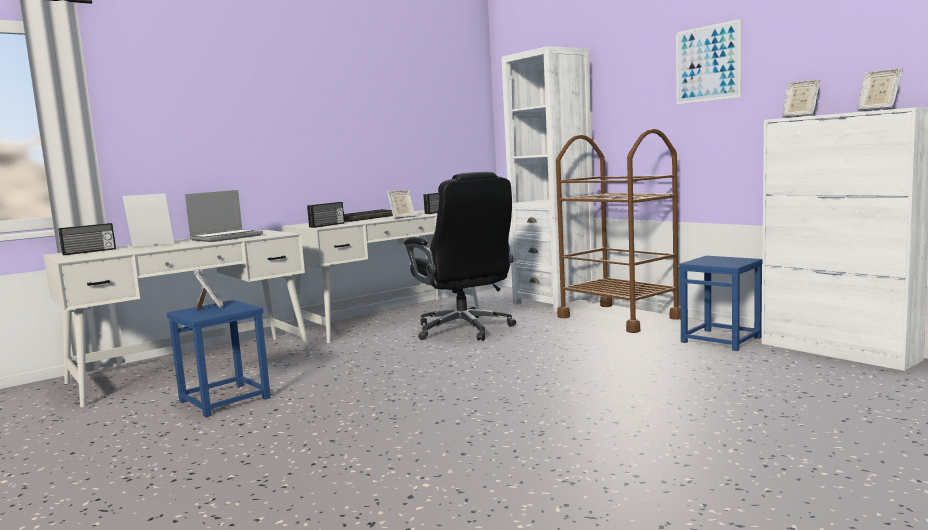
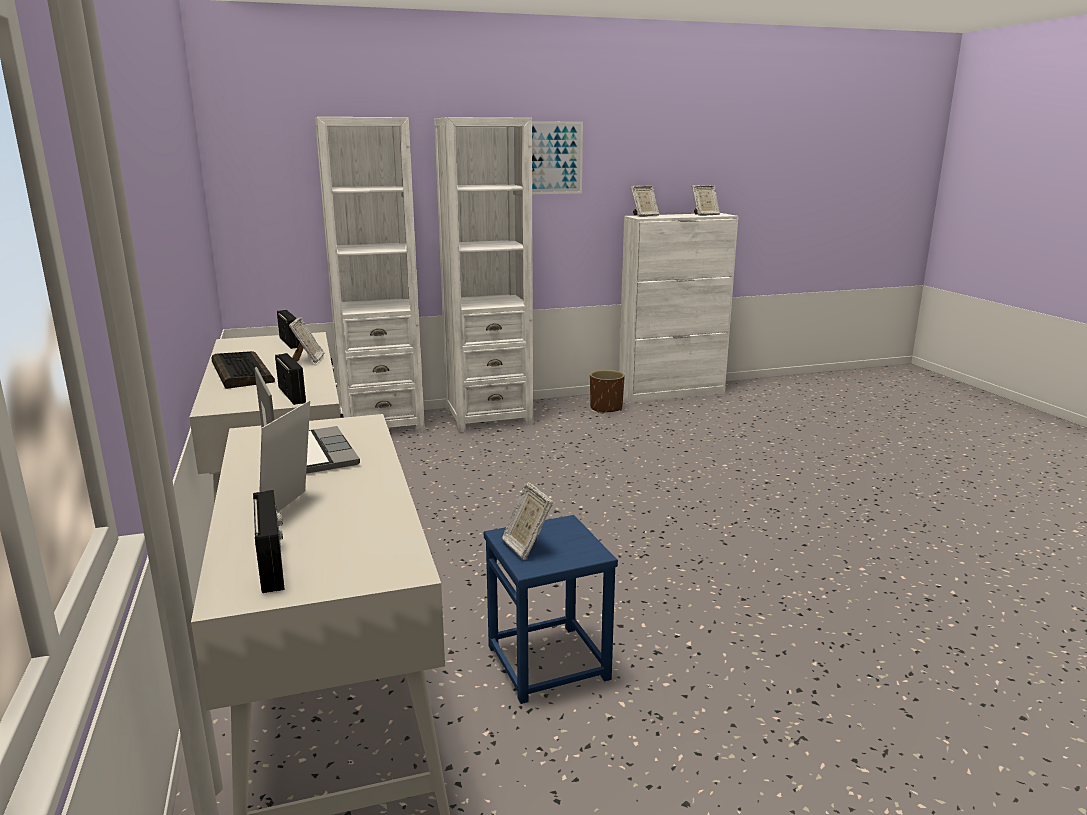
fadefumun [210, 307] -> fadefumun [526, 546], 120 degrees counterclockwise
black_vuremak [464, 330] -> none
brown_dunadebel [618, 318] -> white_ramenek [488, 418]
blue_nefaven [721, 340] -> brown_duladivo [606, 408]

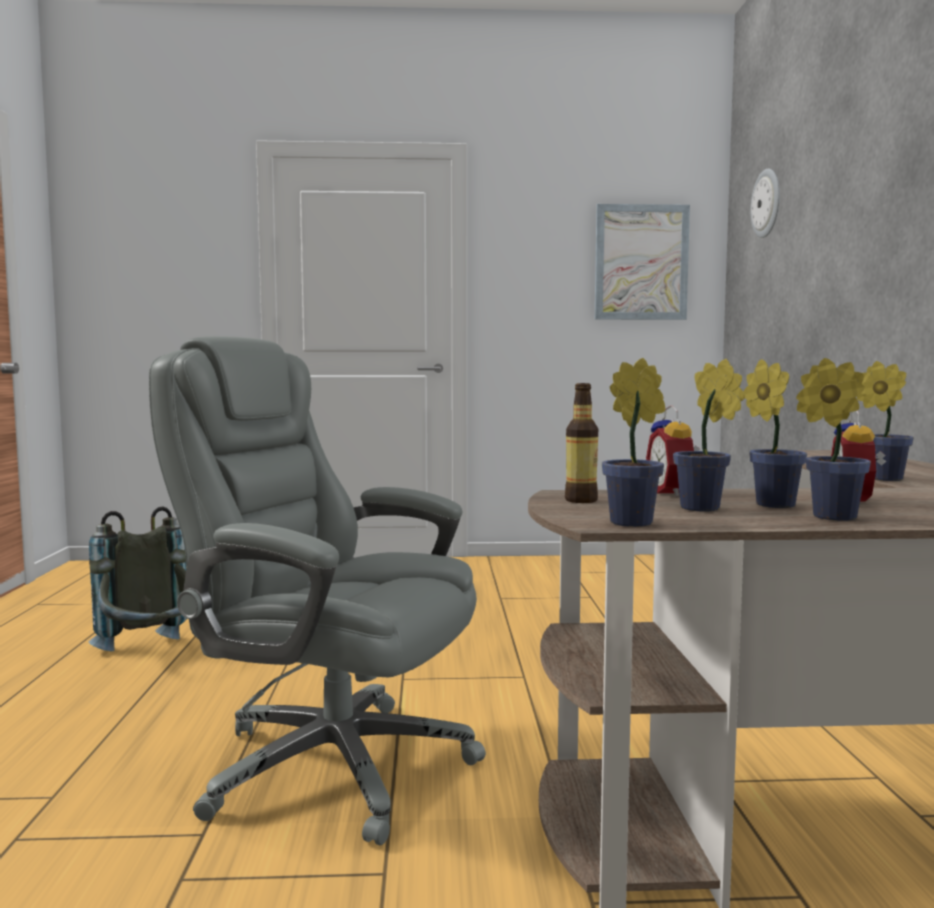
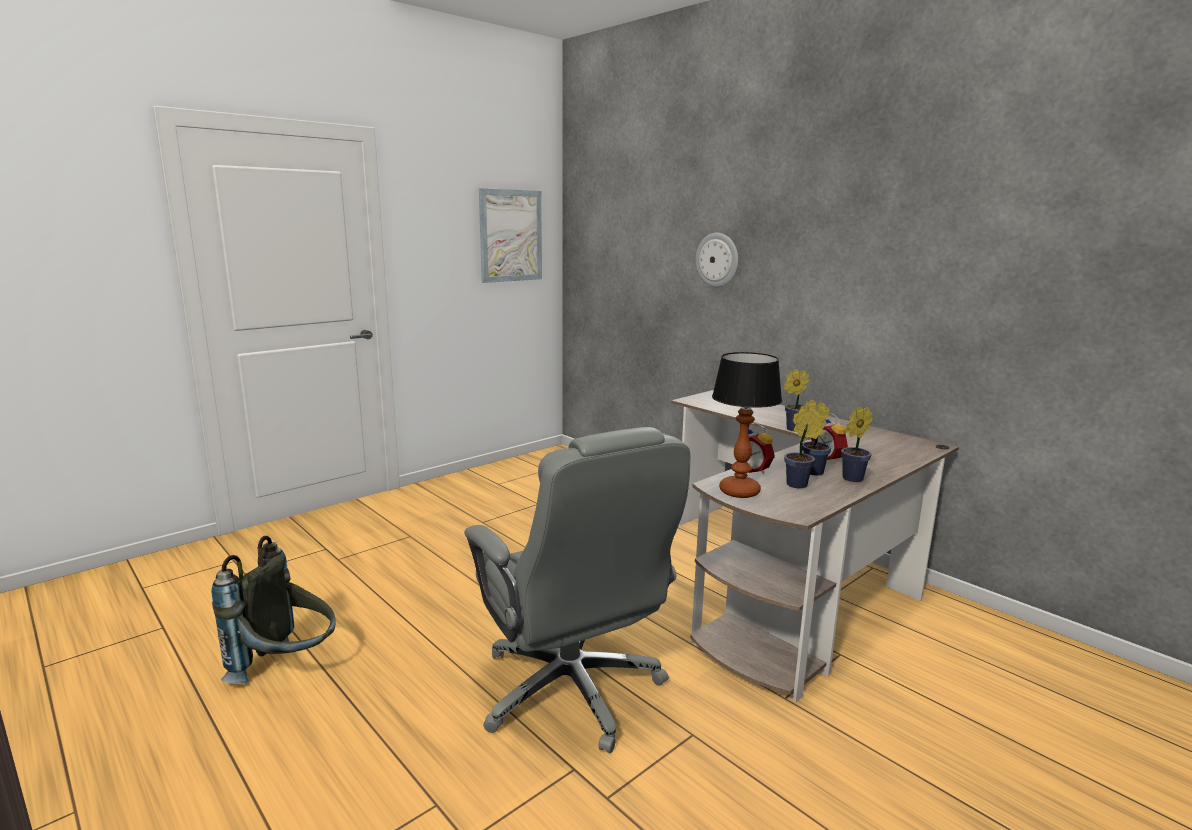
grey_vuremak [331, 765] -> grey_vuremak [572, 690], 105 degrees counterclockwise
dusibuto [581, 500] -> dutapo [738, 491]
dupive [636, 522] -> none
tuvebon [767, 203] -> tuvebon [717, 260], shifted

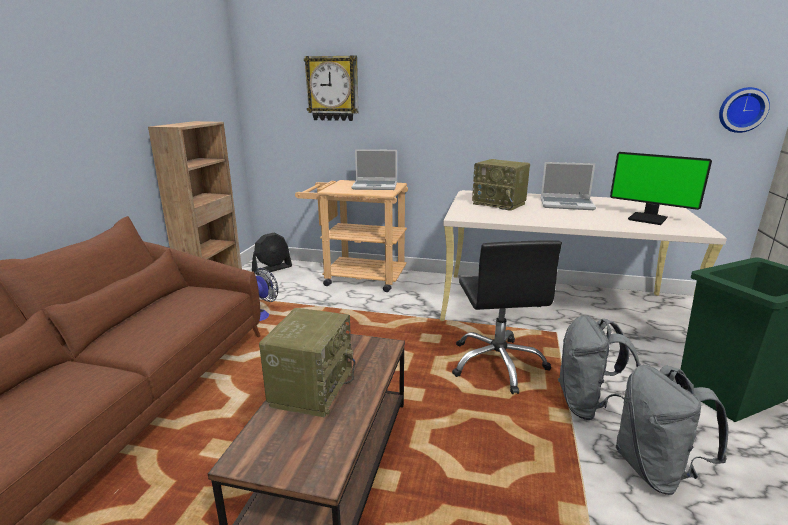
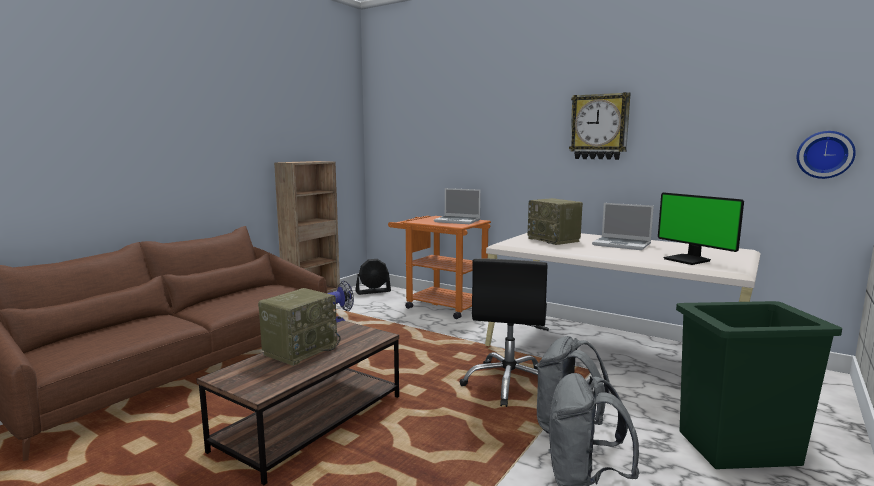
beige_dunadebel [357, 277] -> orange_dunadebel [439, 305]
tuvebon [332, 88] -> tuvebon [599, 127], shifted

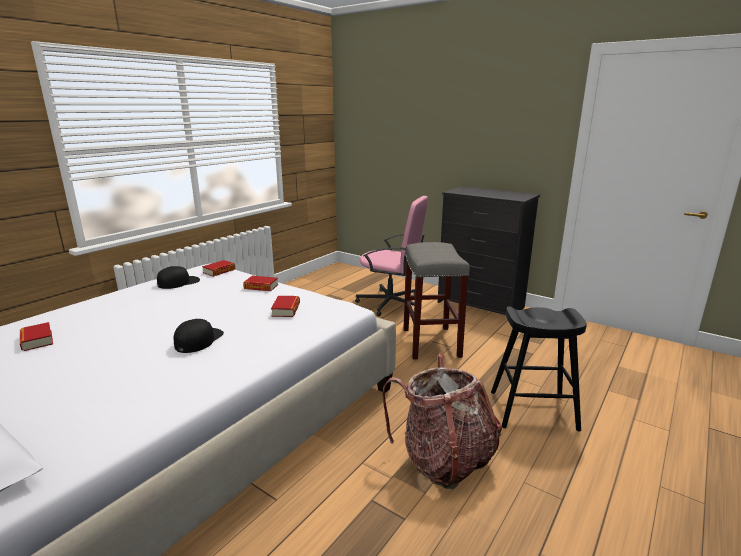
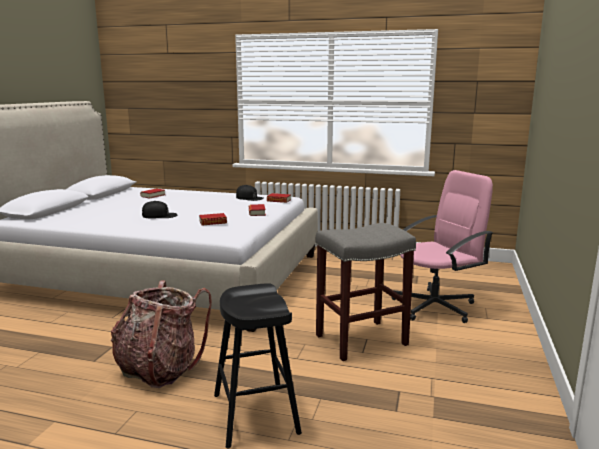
pink_vuremak [391, 303] -> pink_vuremak [435, 306], 120 degrees counterclockwise
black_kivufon [481, 305] -> none

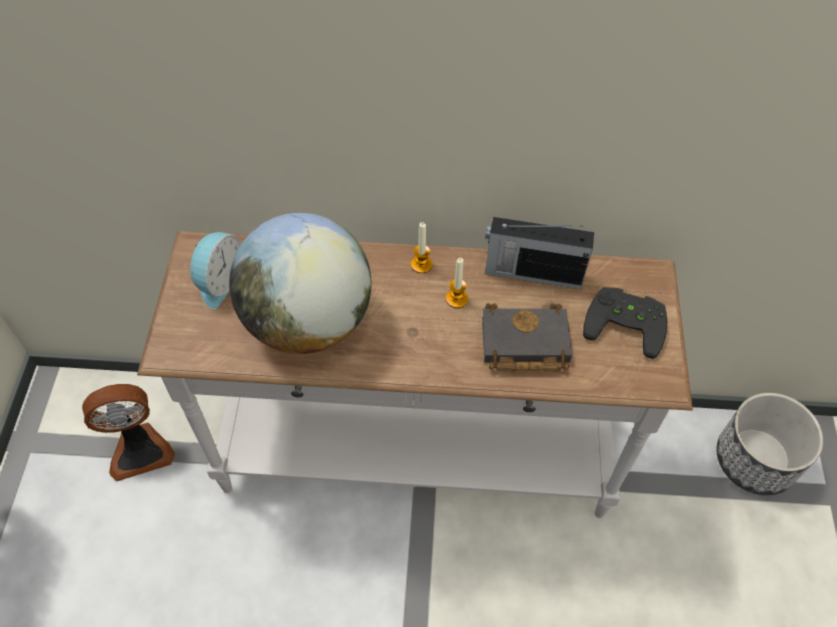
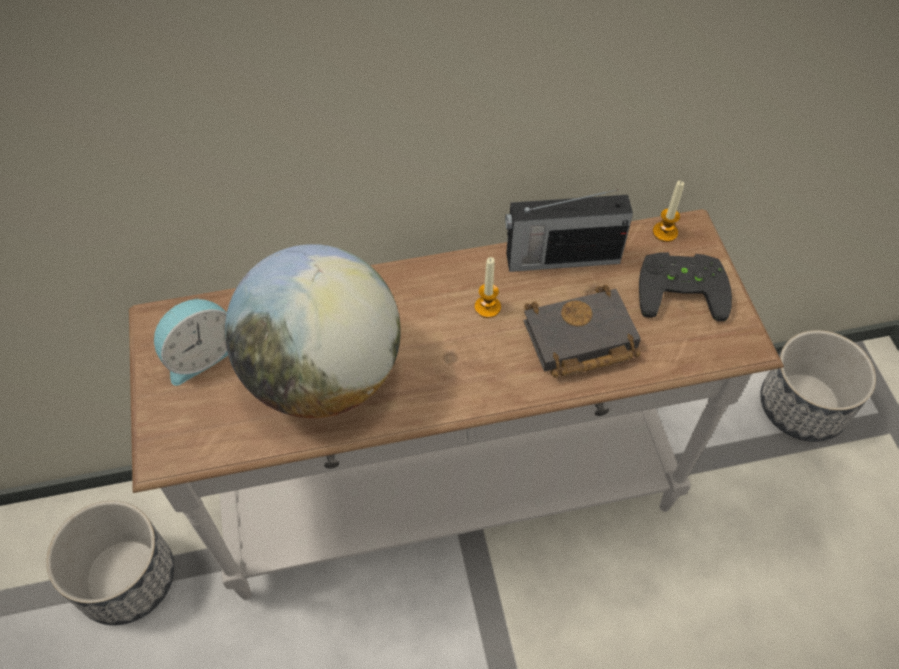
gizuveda [140, 449] -> duladivo [127, 577]
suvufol [219, 281] -> suvufol [200, 354], 45 degrees clockwise
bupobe [421, 264] -> bupobe [665, 232], shifted

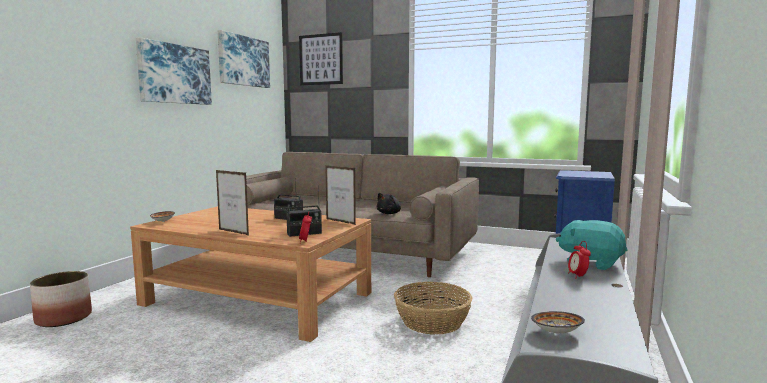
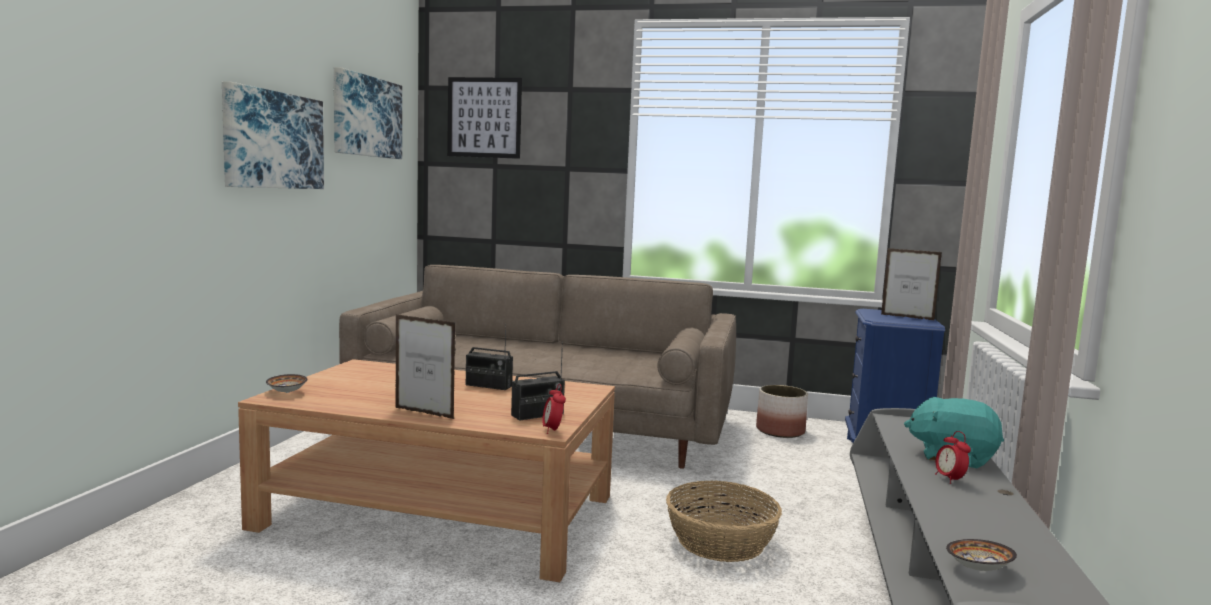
duladivo [64, 318] -> duladivo [780, 431], shifted
fadefumun [340, 222] -> fadefumun [907, 317], shifted
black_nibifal [389, 213] -> none

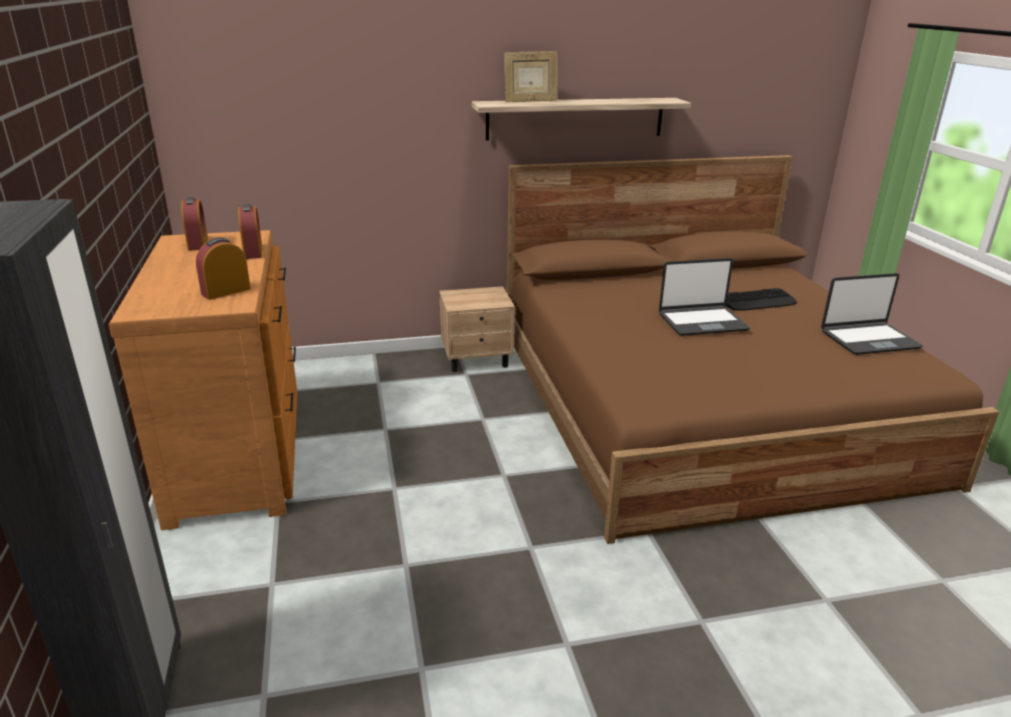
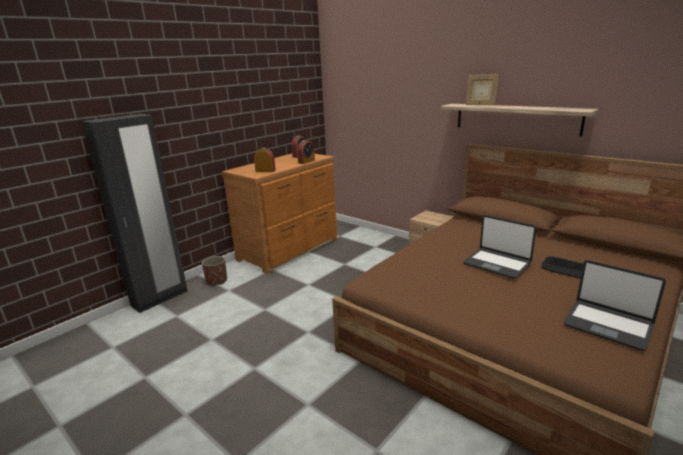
none -> brown_duladivo [217, 281]

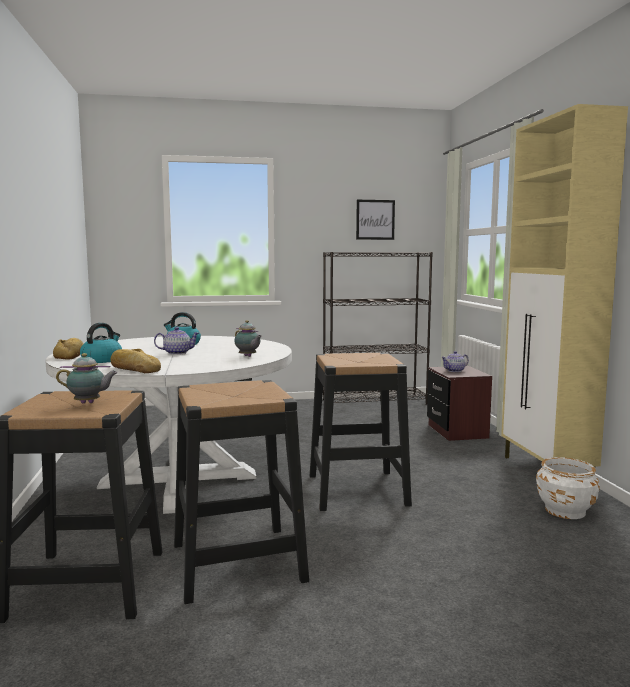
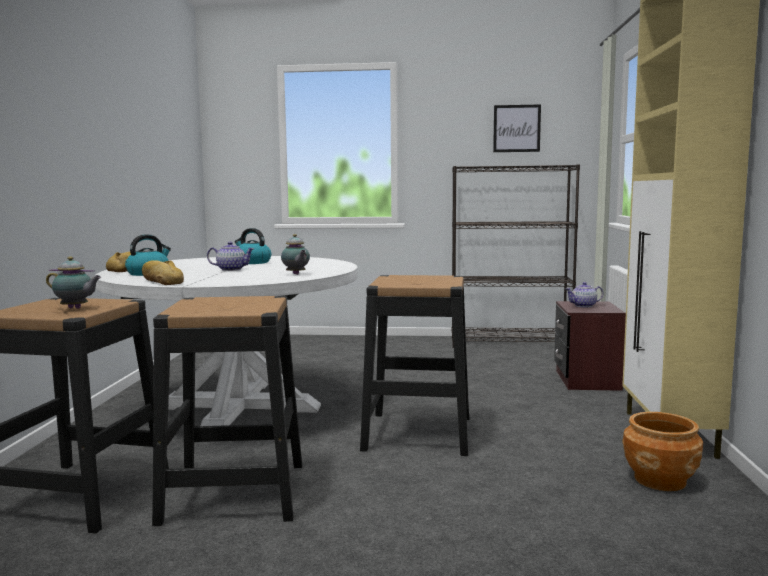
white_duladivo [565, 510] -> brown_duladivo [660, 480]

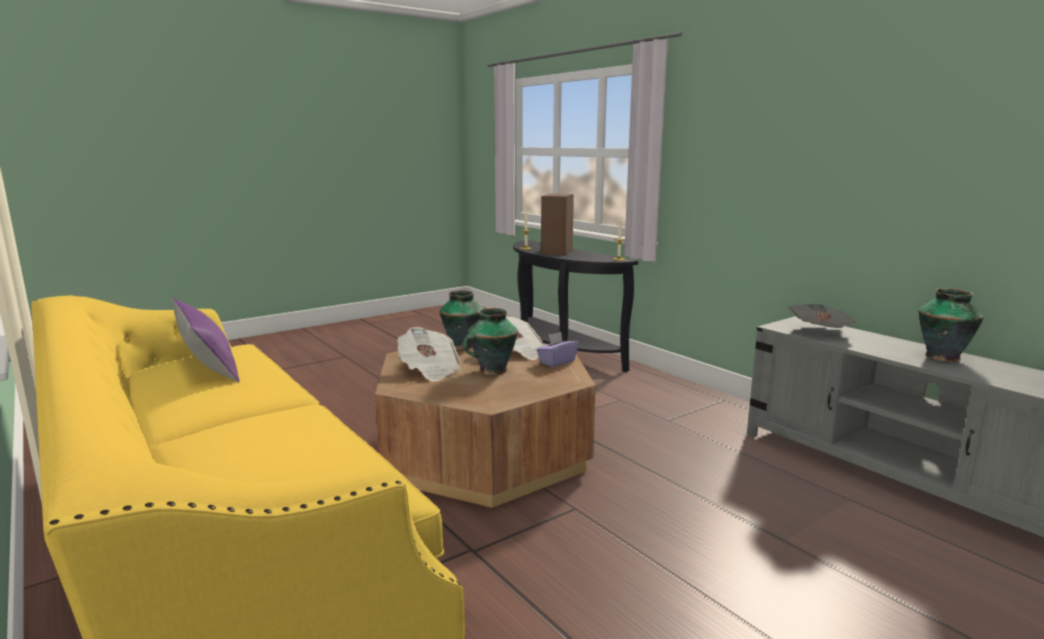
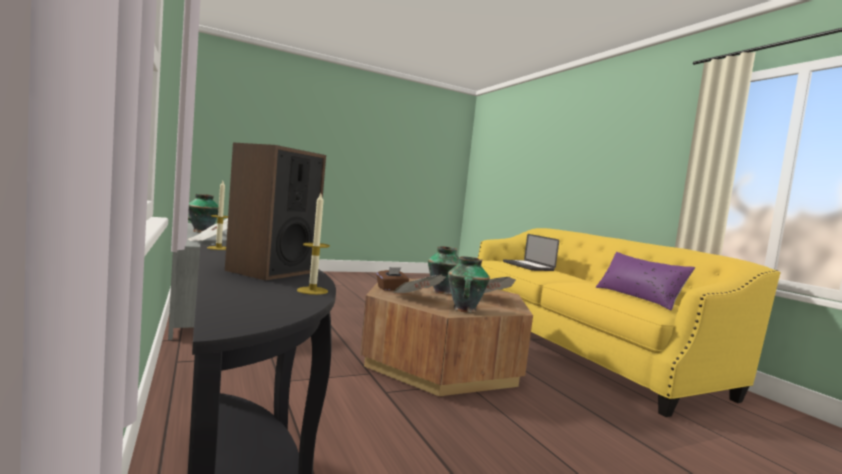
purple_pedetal [557, 362] -> brown_pedetal [391, 289]
none -> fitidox [528, 266]

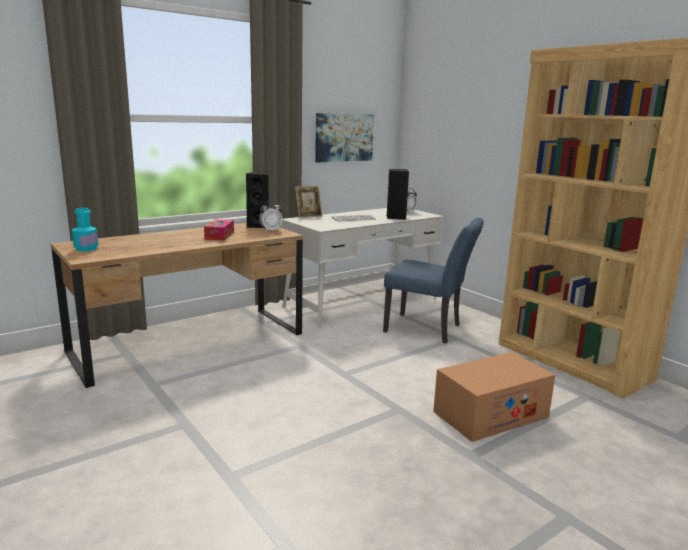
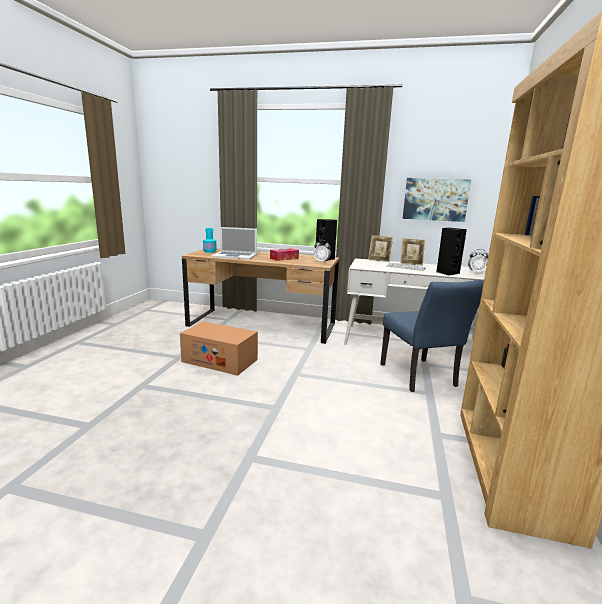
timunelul [490, 414] -> timunelul [220, 360], shifted
none -> fitidox [234, 255]
none -> fadefumun [411, 264]

